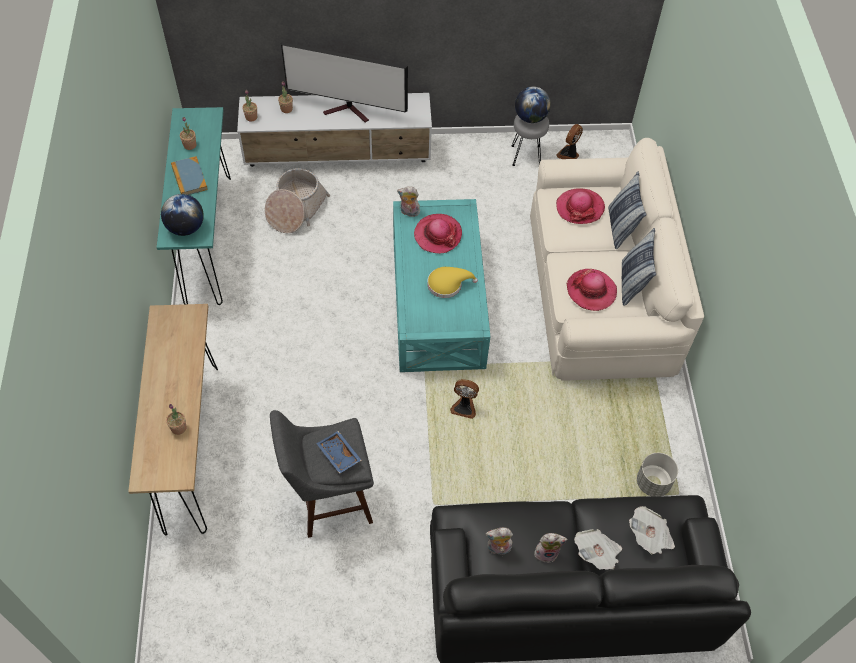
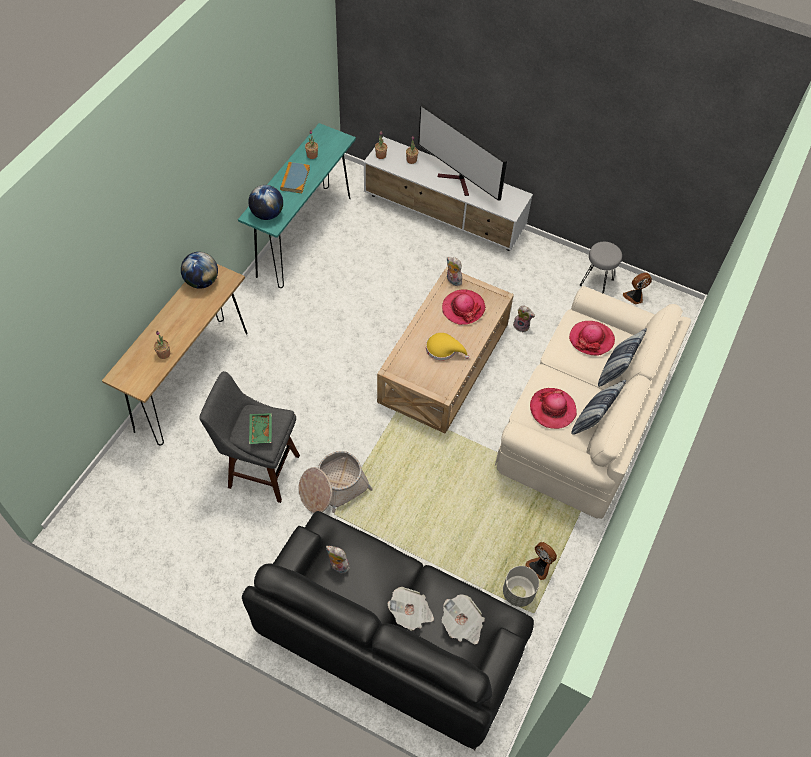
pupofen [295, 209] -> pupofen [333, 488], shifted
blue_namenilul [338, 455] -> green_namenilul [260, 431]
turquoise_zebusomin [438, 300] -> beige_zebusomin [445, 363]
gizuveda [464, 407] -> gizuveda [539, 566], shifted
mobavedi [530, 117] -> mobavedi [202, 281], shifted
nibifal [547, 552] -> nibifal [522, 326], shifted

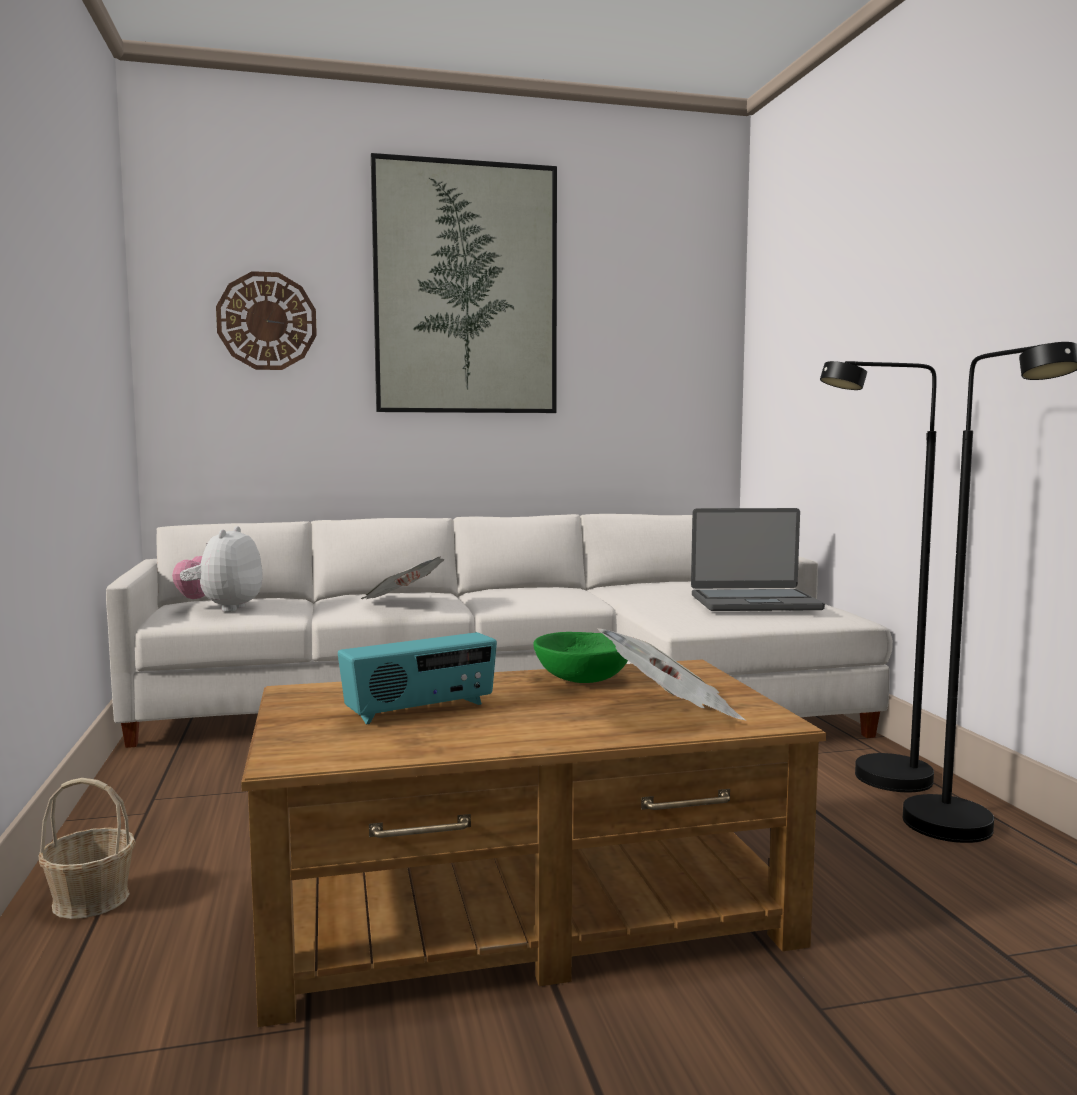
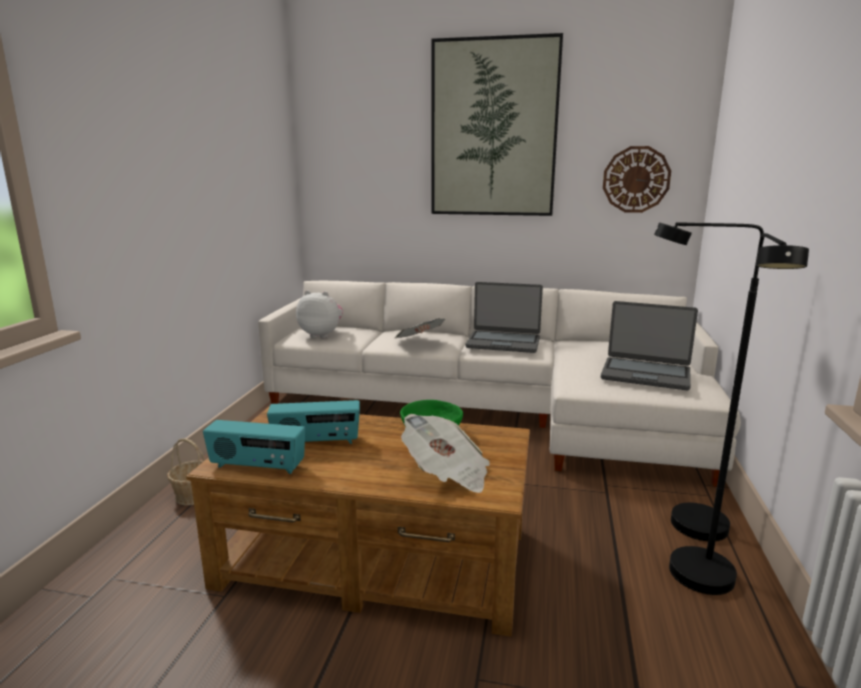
nibifal [222, 609] -> nibifal [322, 335], 75 degrees clockwise
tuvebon [267, 321] -> tuvebon [636, 179], shifted
none -> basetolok [257, 467]
none -> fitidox [503, 342]

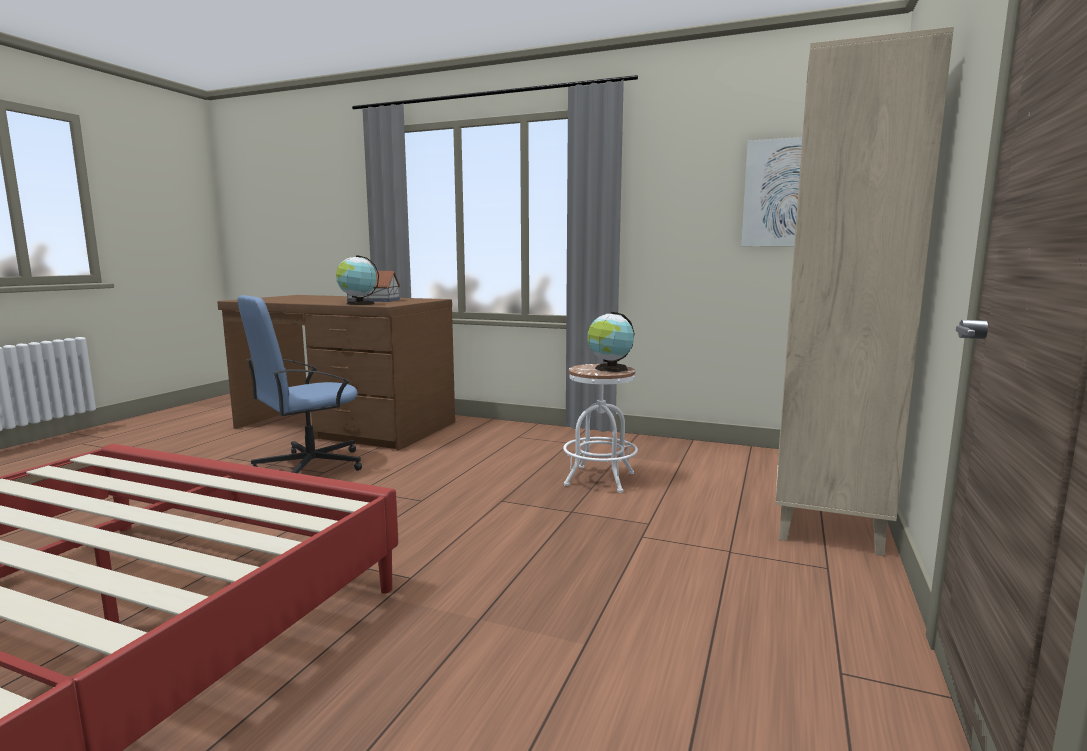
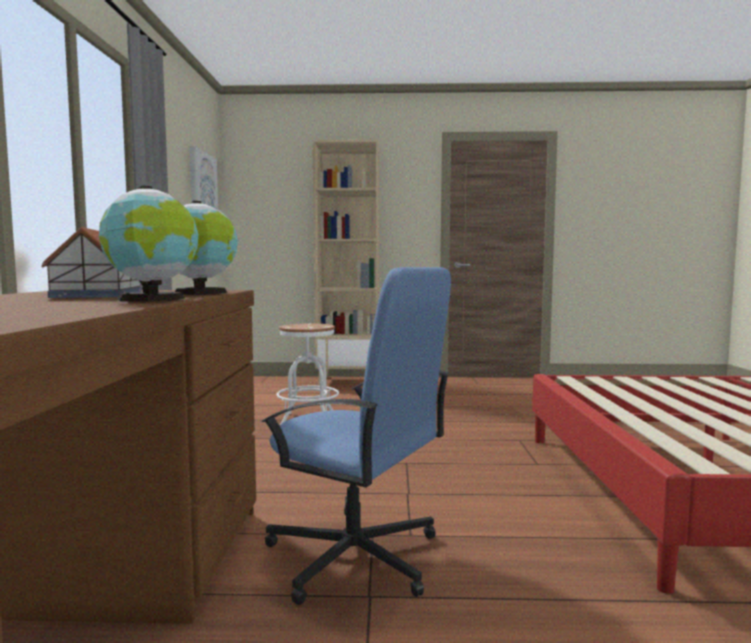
mobavedi [610, 369] -> mobavedi [153, 299], shifted

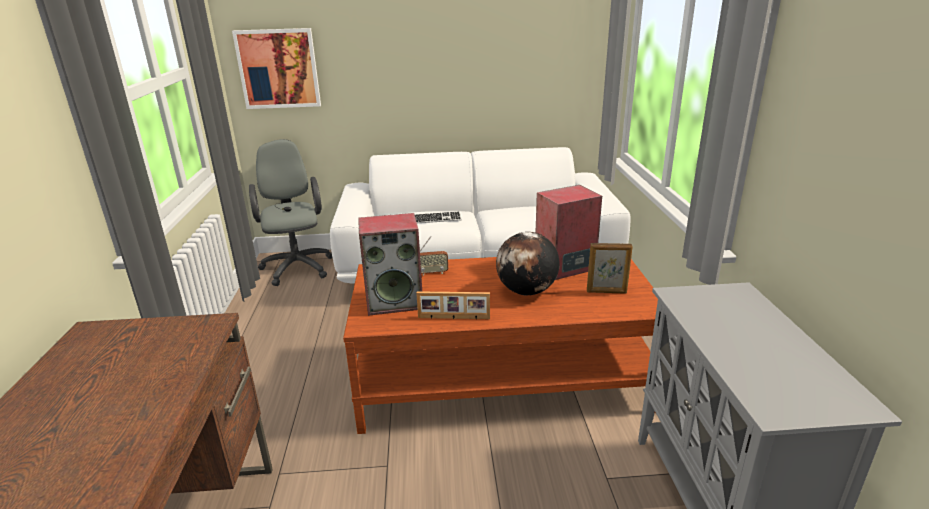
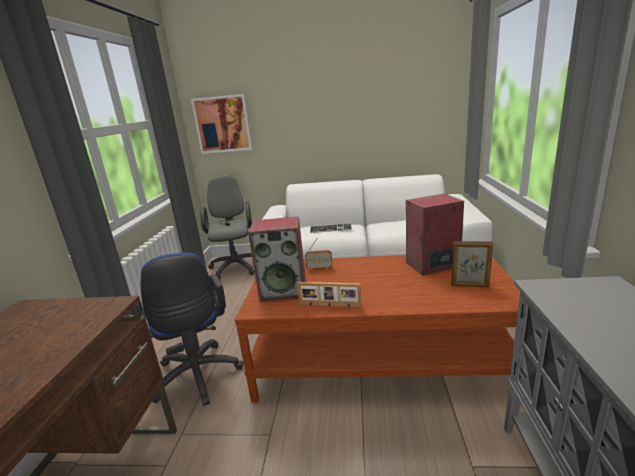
mobavedi [526, 291] -> none
none -> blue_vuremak [198, 378]

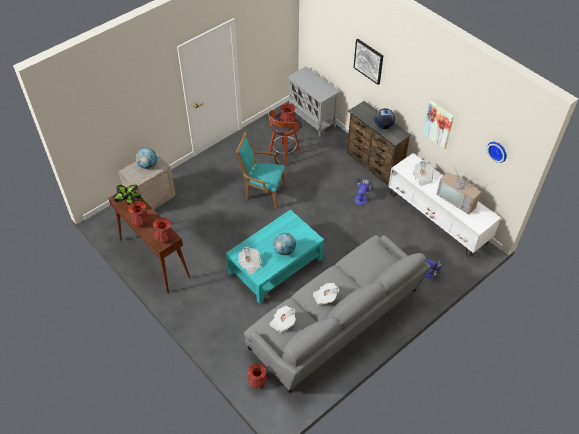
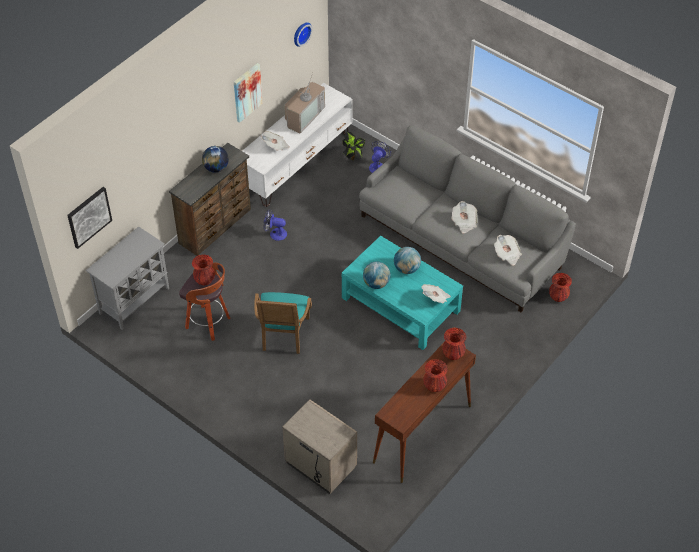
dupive [129, 203] -> dupive [353, 156], shifted
mobavedi [148, 165] -> mobavedi [376, 283], shifted
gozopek [368, 61] -> gozopek [89, 217], shifted

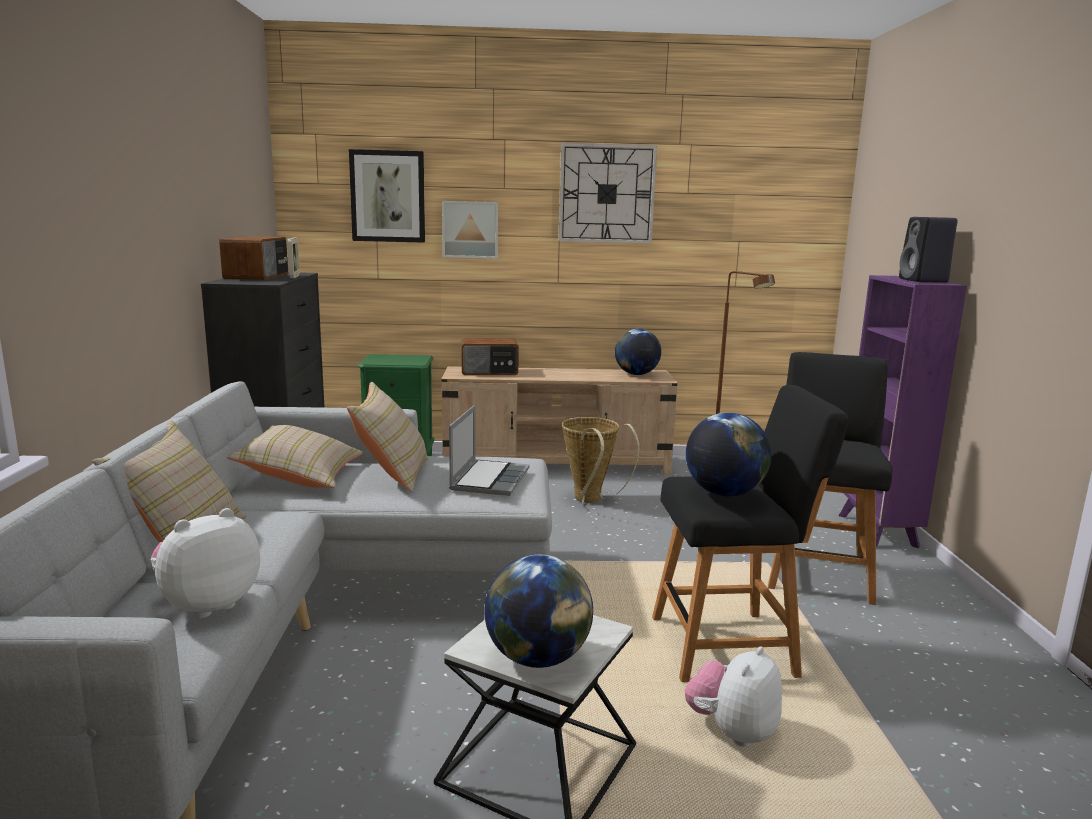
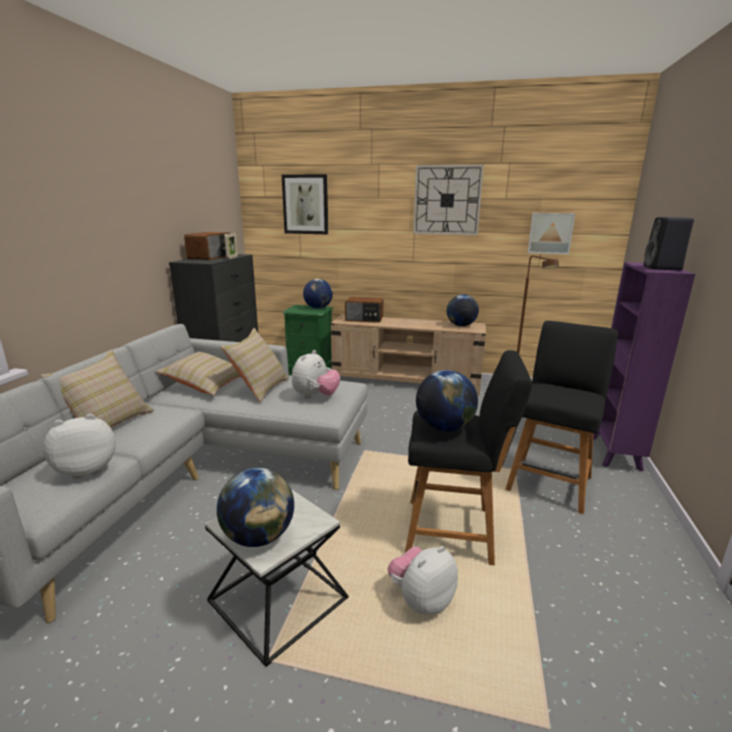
gozopek [470, 229] -> gozopek [550, 233], shifted
fitidox [489, 479] -> nibifal [315, 396]
pupofen [590, 501] -> none
none -> mobavedi [318, 308]

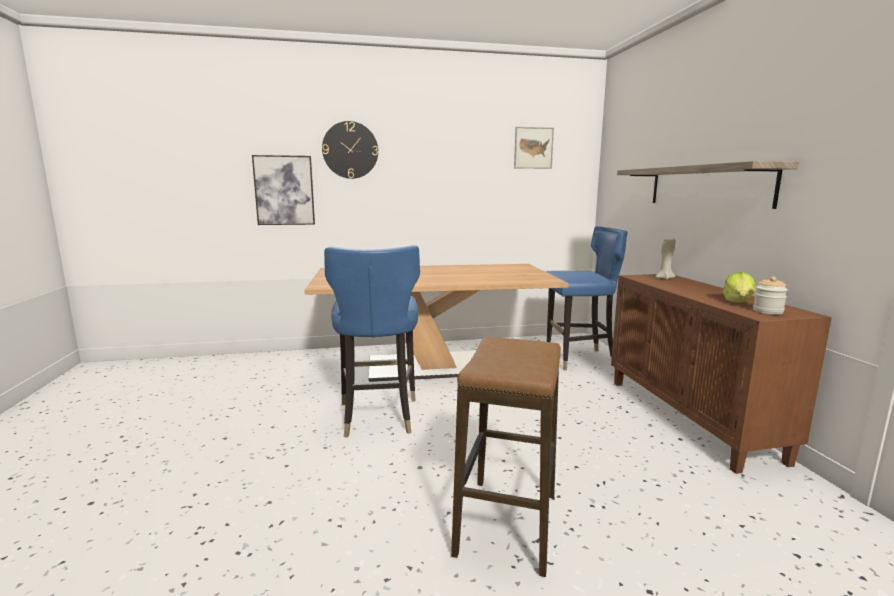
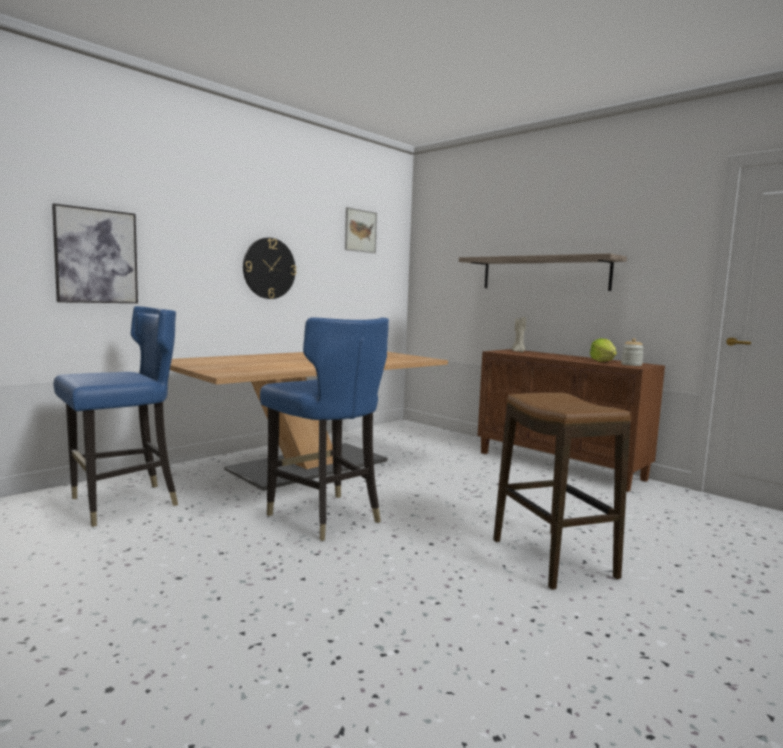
tuvebon [350, 150] -> tuvebon [269, 268], shifted
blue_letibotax [578, 359] -> blue_letibotax [122, 504], shifted

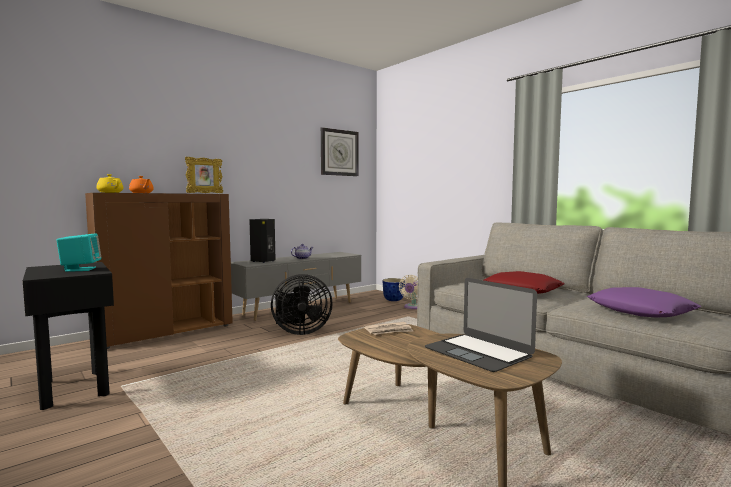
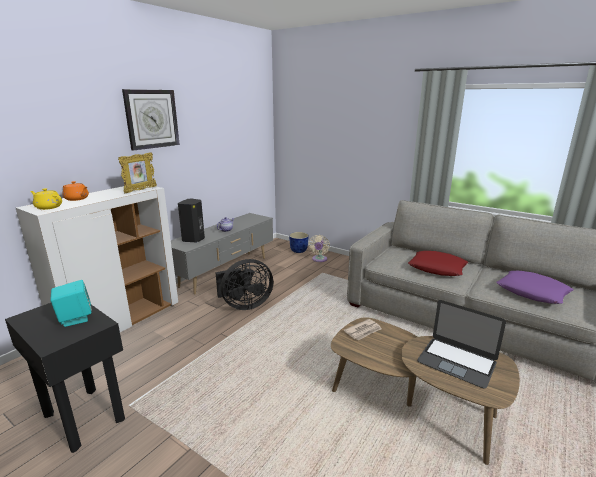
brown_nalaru [167, 332] -> white_nalaru [121, 322]
tuvebon [339, 152] -> tuvebon [152, 119], shifted

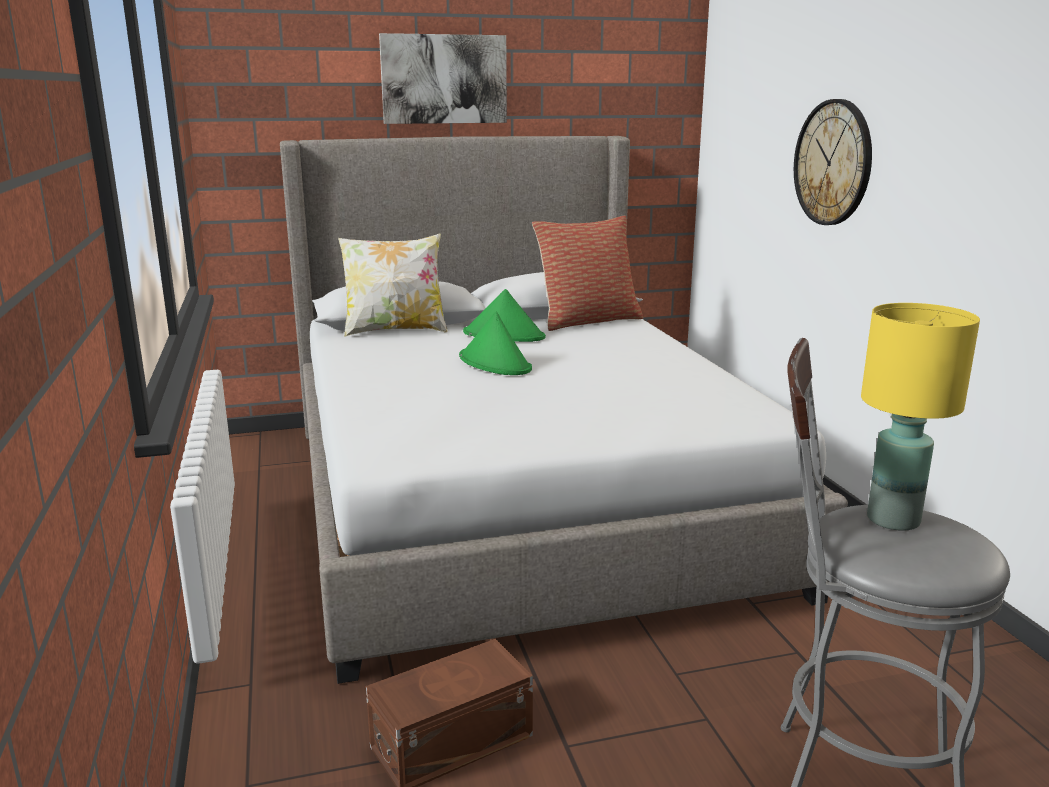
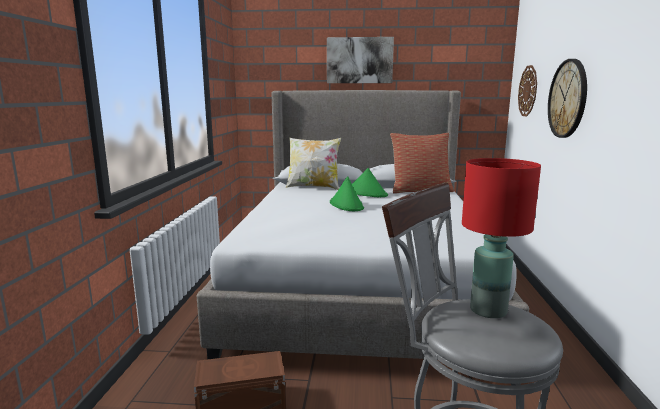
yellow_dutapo [892, 519] -> red_dutapo [488, 310]
none -> tuvebon [528, 91]

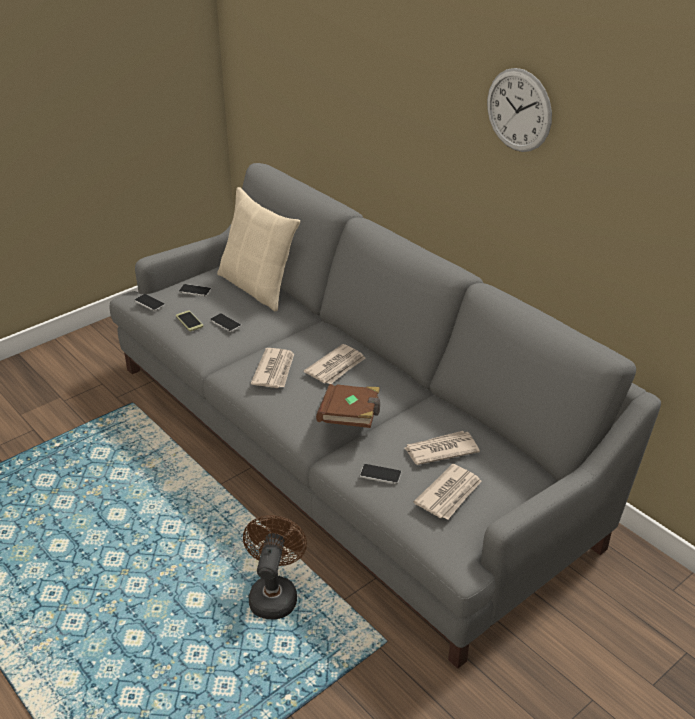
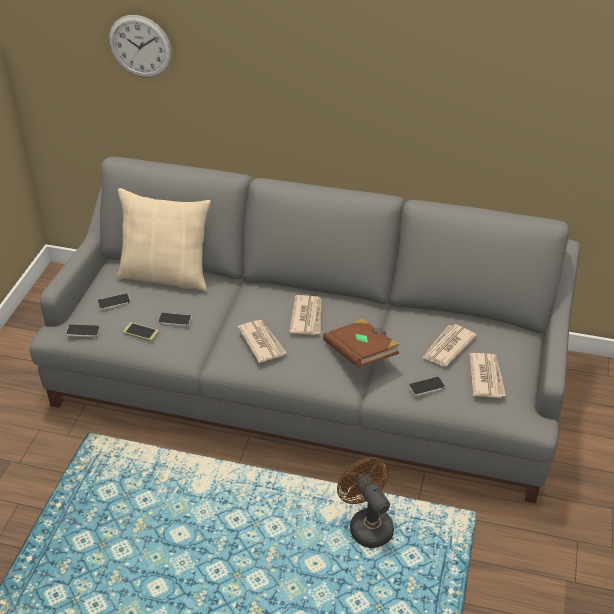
tuvebon [518, 110] -> tuvebon [140, 46], shifted

